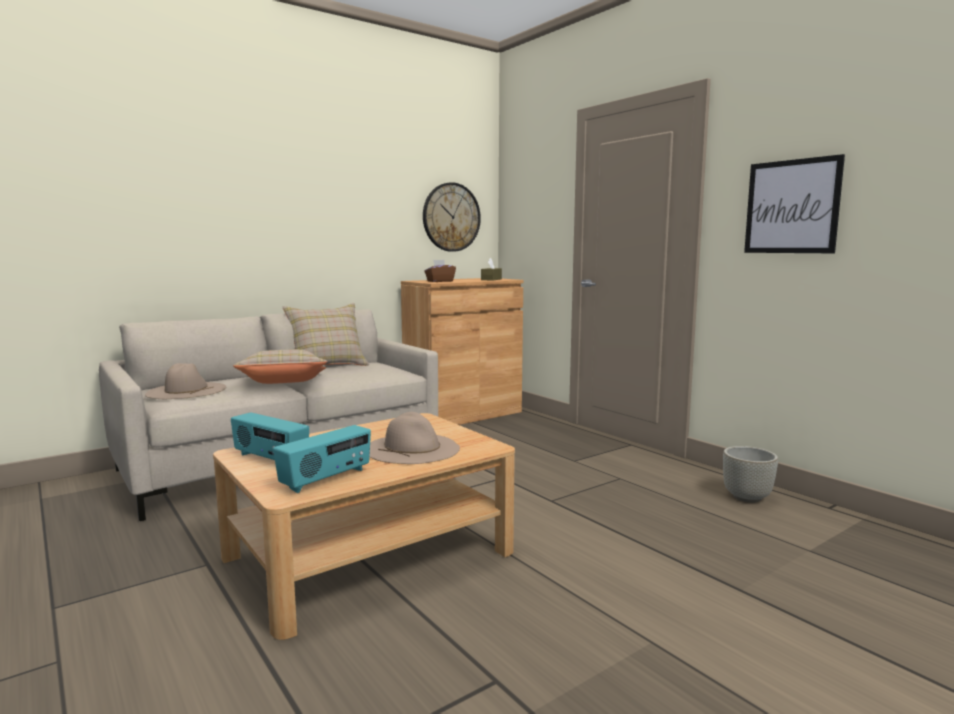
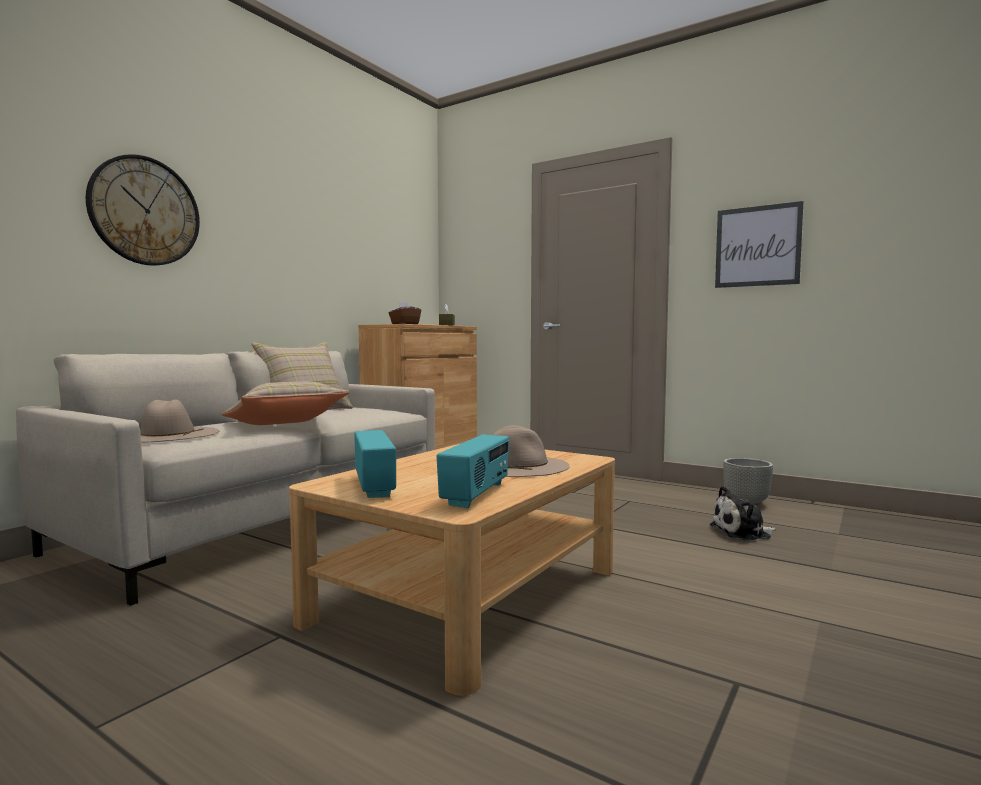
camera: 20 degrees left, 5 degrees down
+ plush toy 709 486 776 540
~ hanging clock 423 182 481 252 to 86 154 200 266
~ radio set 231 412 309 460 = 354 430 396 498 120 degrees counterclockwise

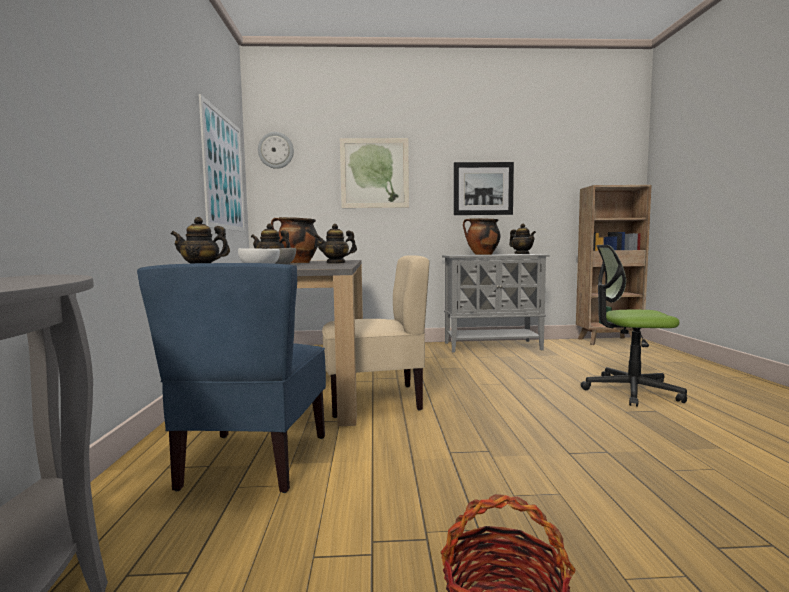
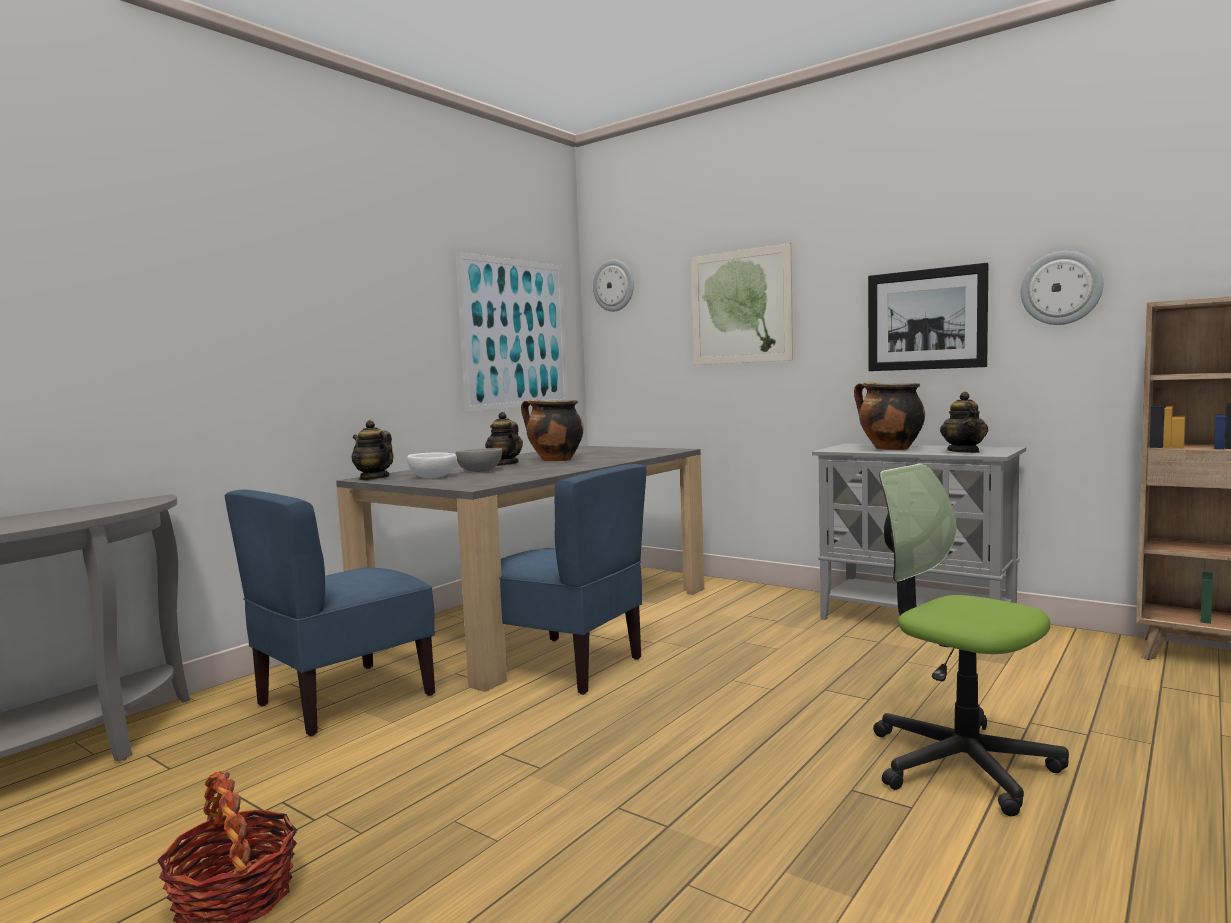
camera: 40 degrees right, 0 degrees up
- tea pot 314 224 357 264
+ hanging clock 1021 251 1103 325
~ upright chair (beige) 322 255 430 418 to upright chair (blue-coloured) 499 464 646 695

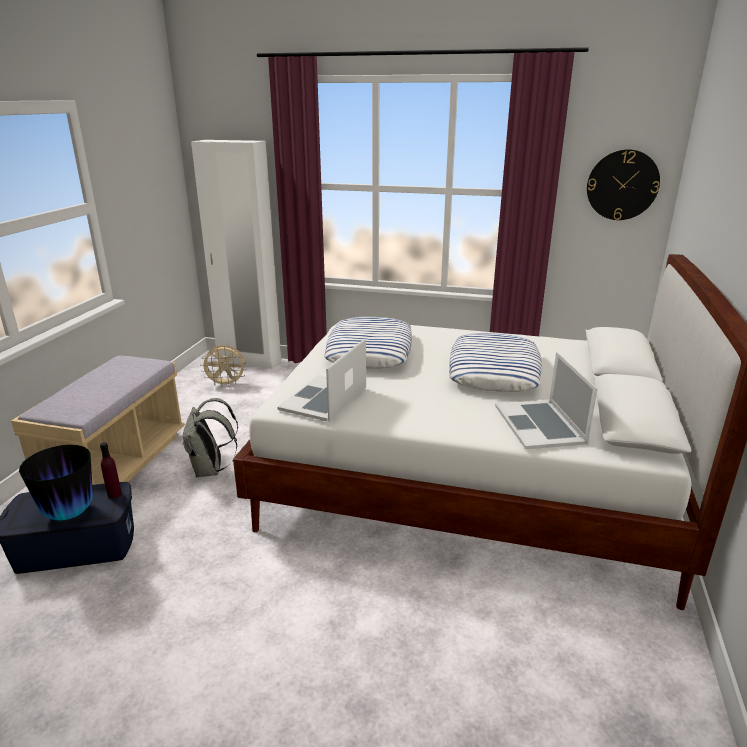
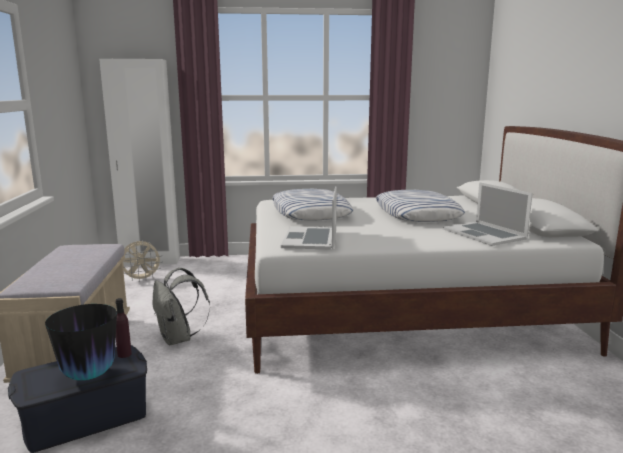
camera: 20 degrees left, 10 degrees down
- hanging clock 587 149 660 220

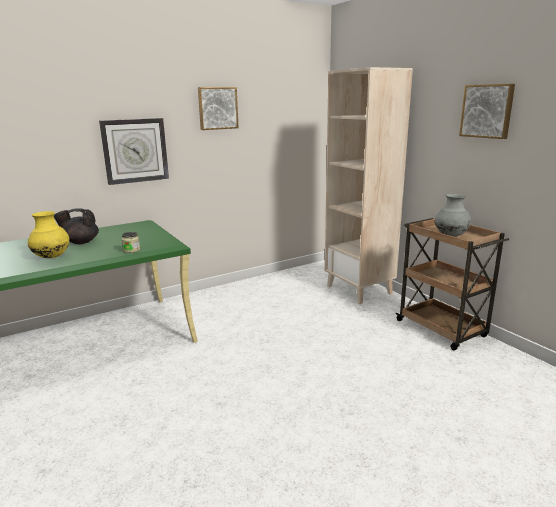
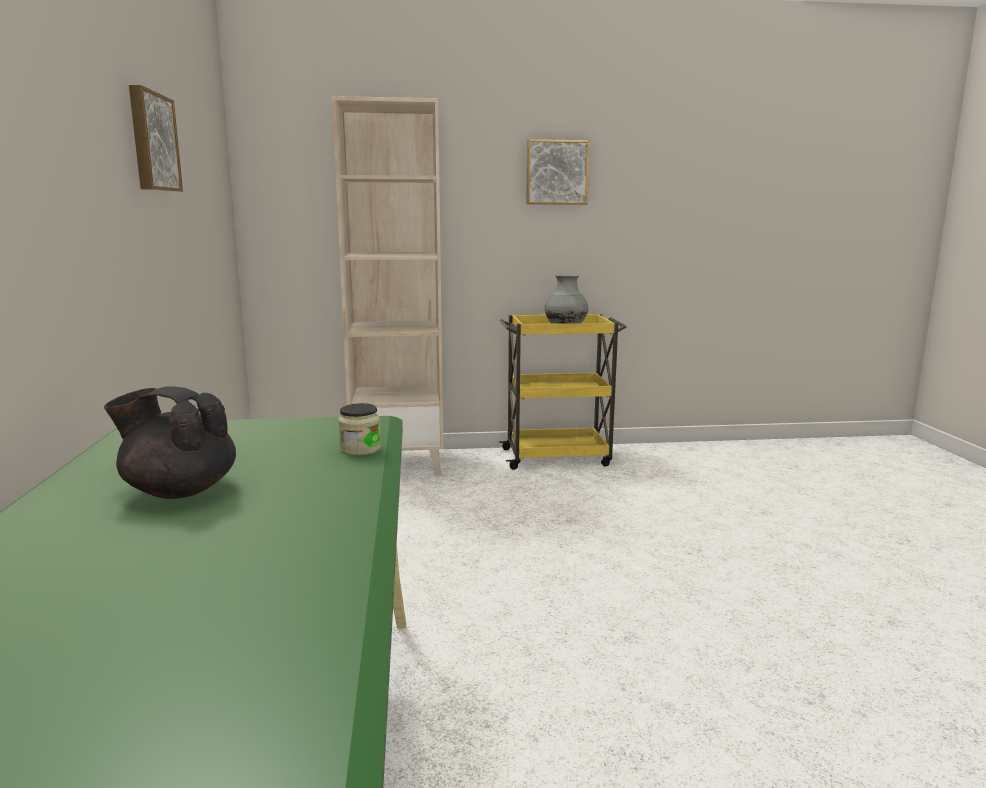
camera: 65 degrees left, 5 degrees down
- decorative vase (yellowish) 28 211 70 258
- hanging clock 99 118 169 185
~ wheeled cart (brown) 395 218 509 350 to wheeled cart (yellowish) 499 314 627 470
~ tea pot (black-coloured) 54 208 99 244 = 104 386 236 499 90 degrees clockwise

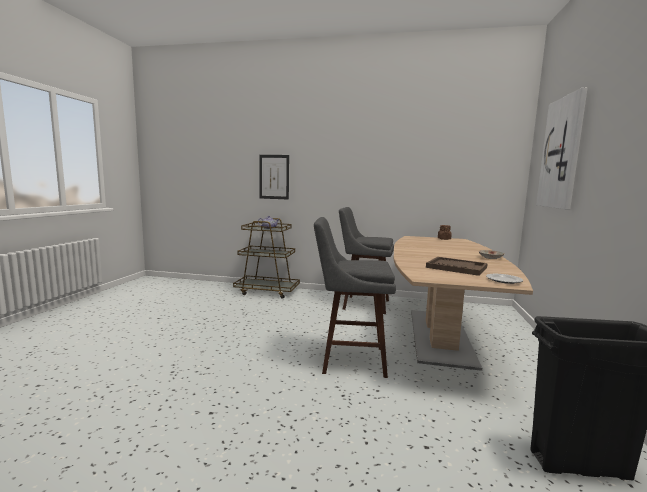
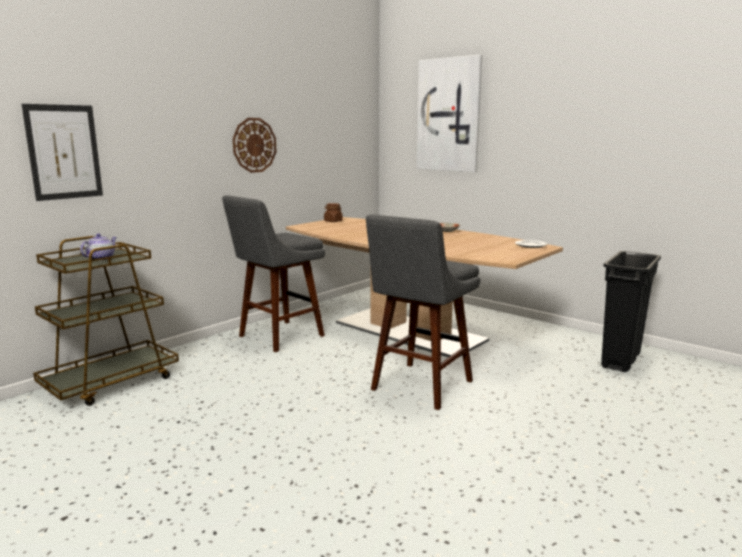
camera: 60 degrees left, 5 degrees up
- tray (brown) 426 257 488 276
+ hanging clock 233 118 277 173

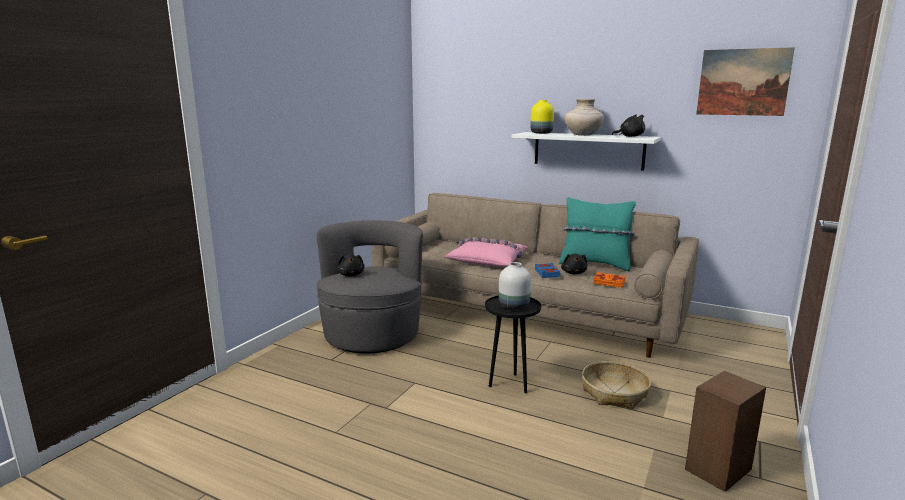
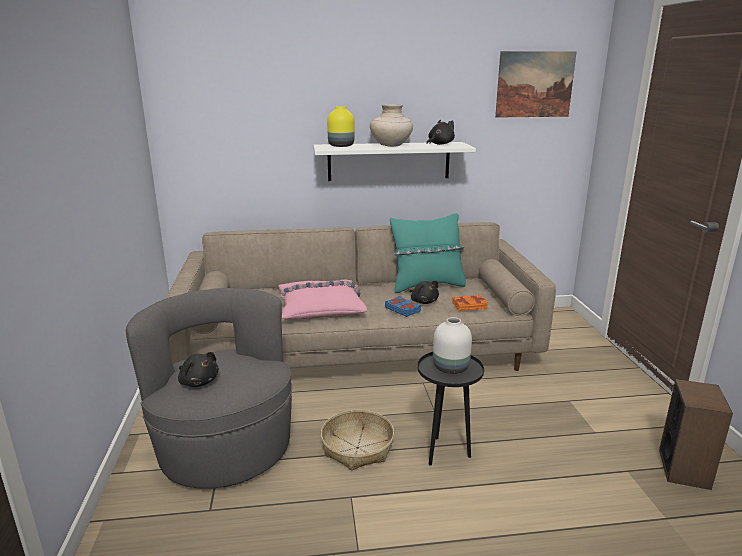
camera: 35 degrees left, 5 degrees up
~ basket 582 361 651 409 to 321 410 394 471

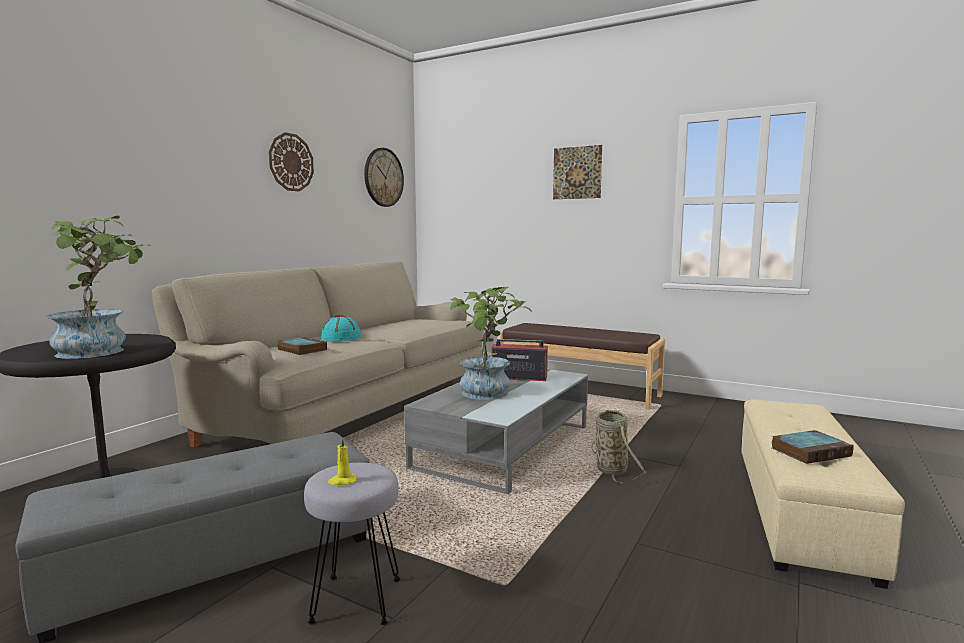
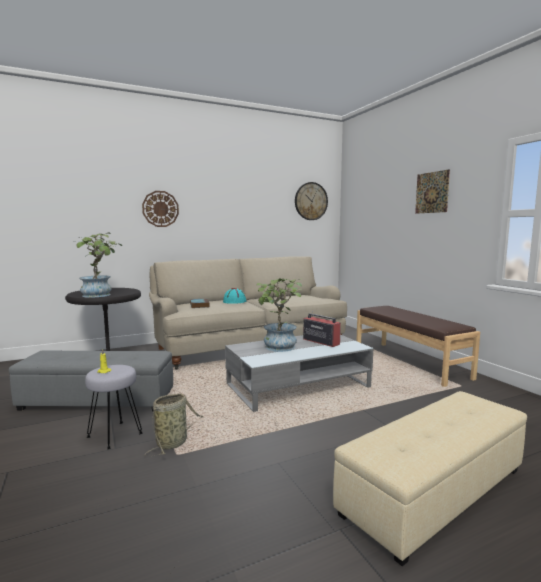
camera: 35 degrees right, 0 degrees up
- bound book 772 430 854 464
~ hanging clock 269 132 314 191 to 142 191 179 227
~ basket 591 410 646 483 to 145 393 204 456

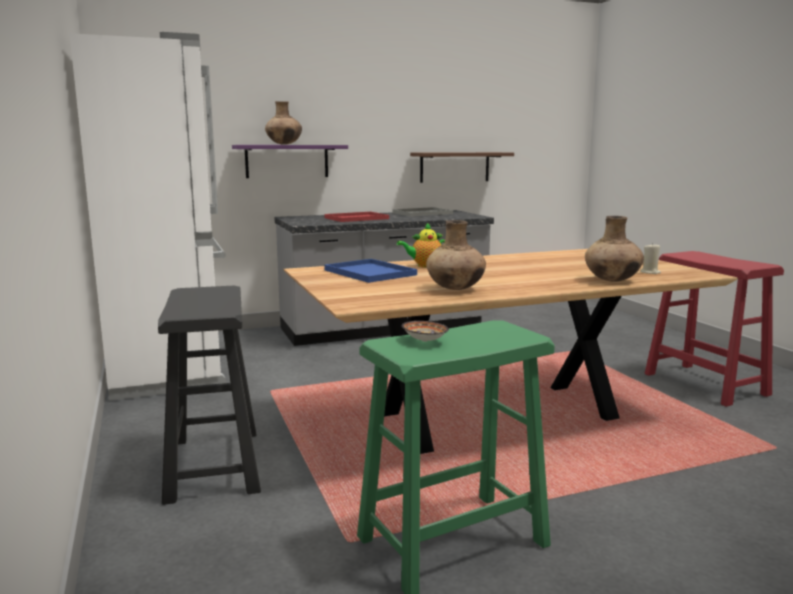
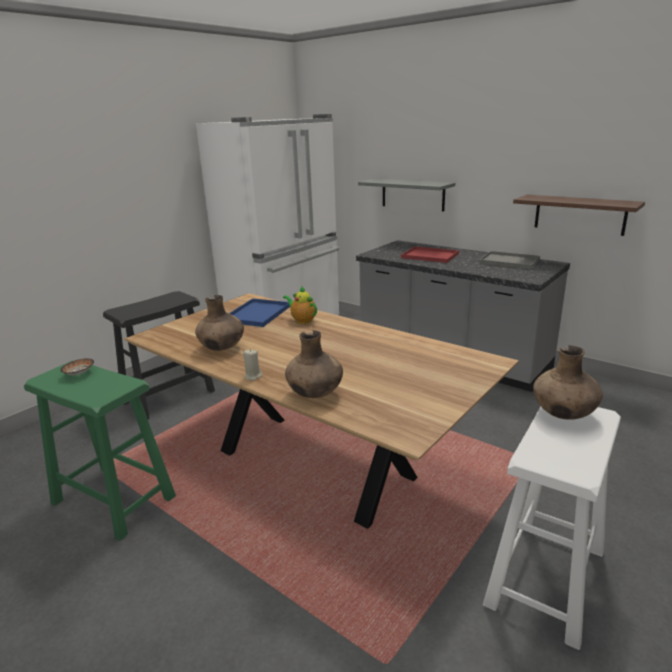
camera: 60 degrees right, 10 degrees up
~ decorative vase (brown) 265 101 302 145 to 533 345 603 420
~ candle (beige) 640 243 661 274 to 243 349 262 381
~ bracket shelf (purple-coloured) 232 145 348 178 to bracket shelf (gray) 358 179 455 211
~ sitting stool (reddish) 645 251 784 407 to sitting stool (whitish) 483 406 621 650

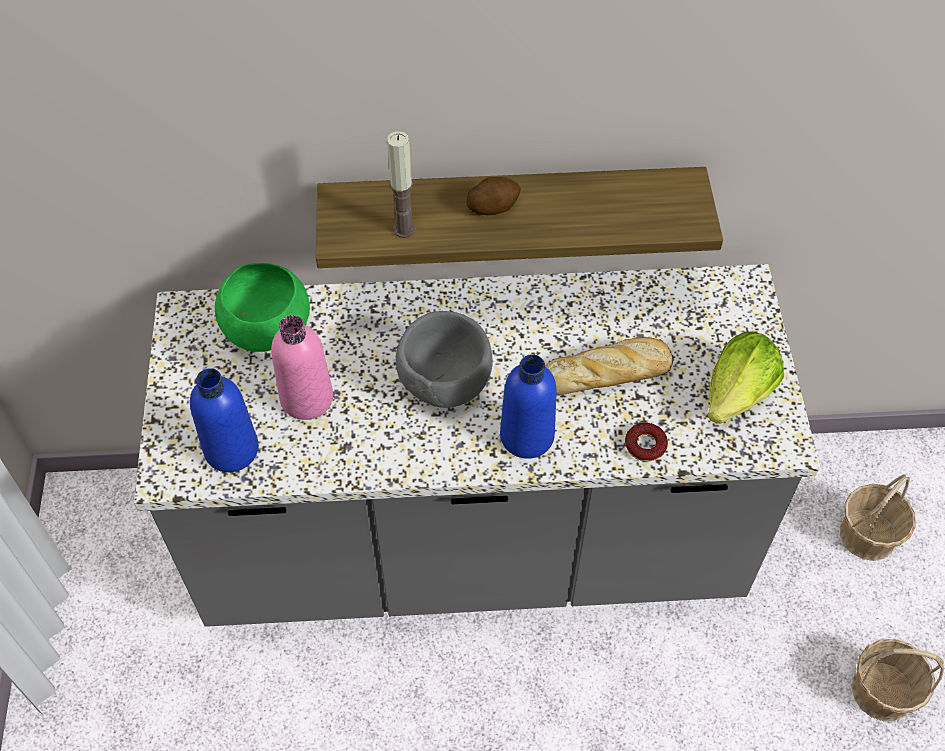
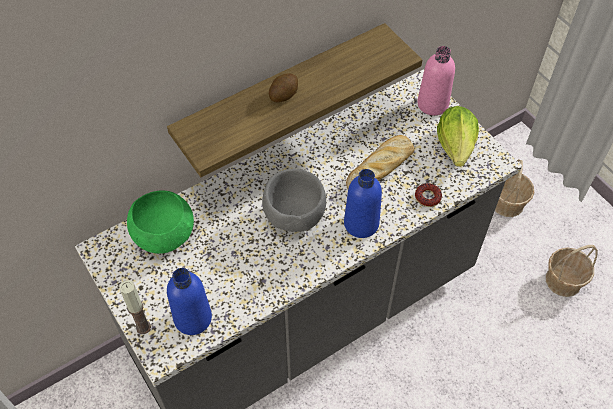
camera: 30 degrees left, 0 degrees up
~ beverage bottle (pink-coloured) 271 315 333 420 to 417 46 455 115
~ candle 387 131 415 238 to 119 280 151 334

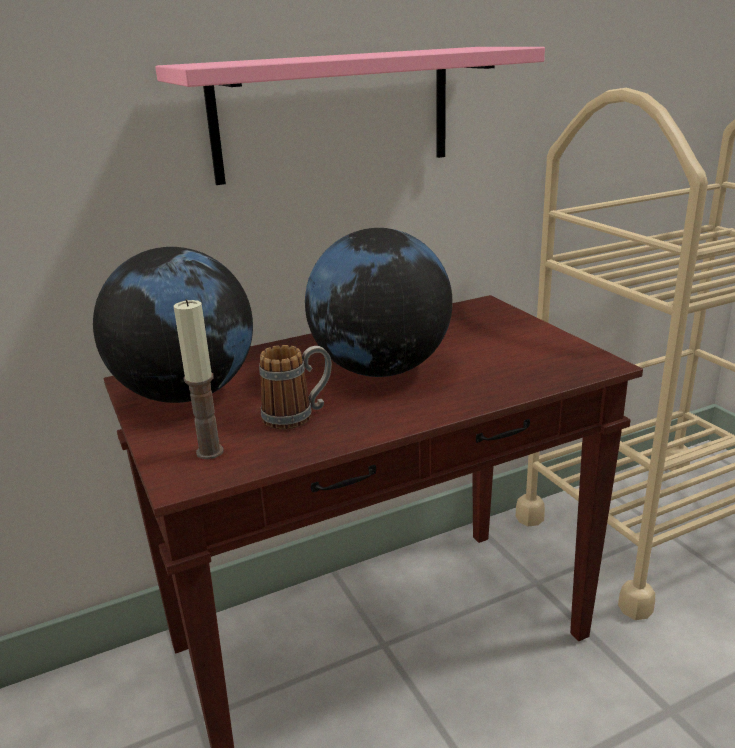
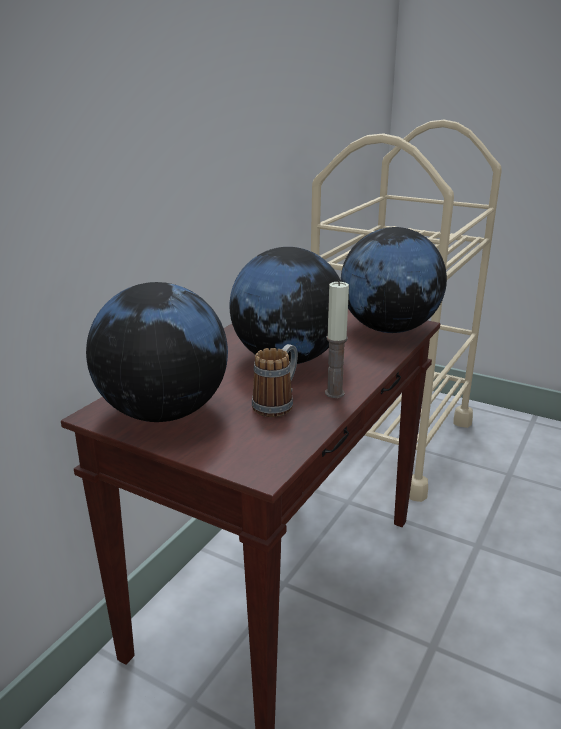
camera: 35 degrees left, 0 degrees up
- bracket shelf (pink-coloured) 155 47 545 185
+ globe 341 227 447 333
~ candle 174 299 224 459 to 325 281 349 398

